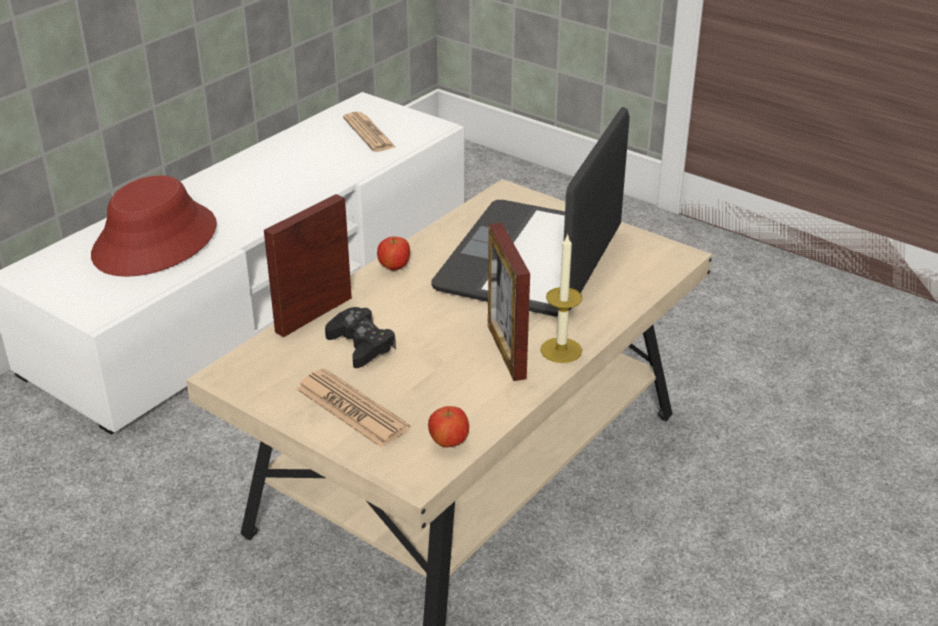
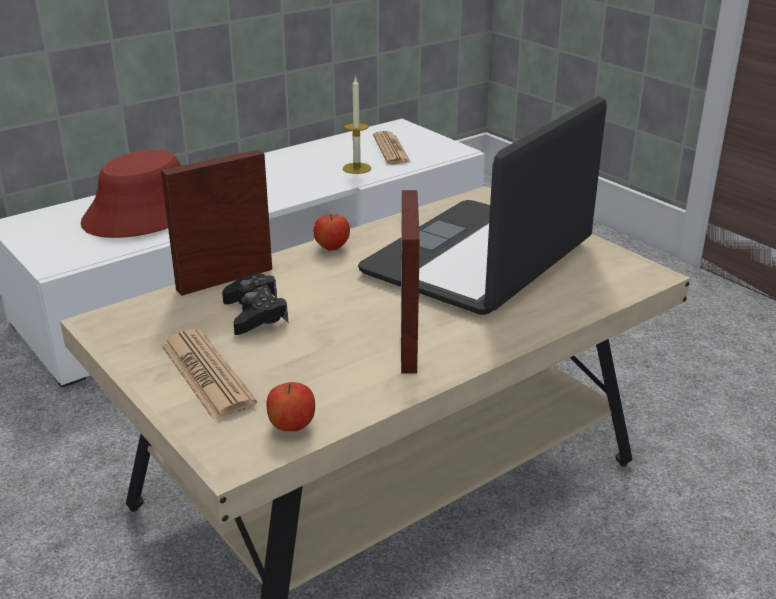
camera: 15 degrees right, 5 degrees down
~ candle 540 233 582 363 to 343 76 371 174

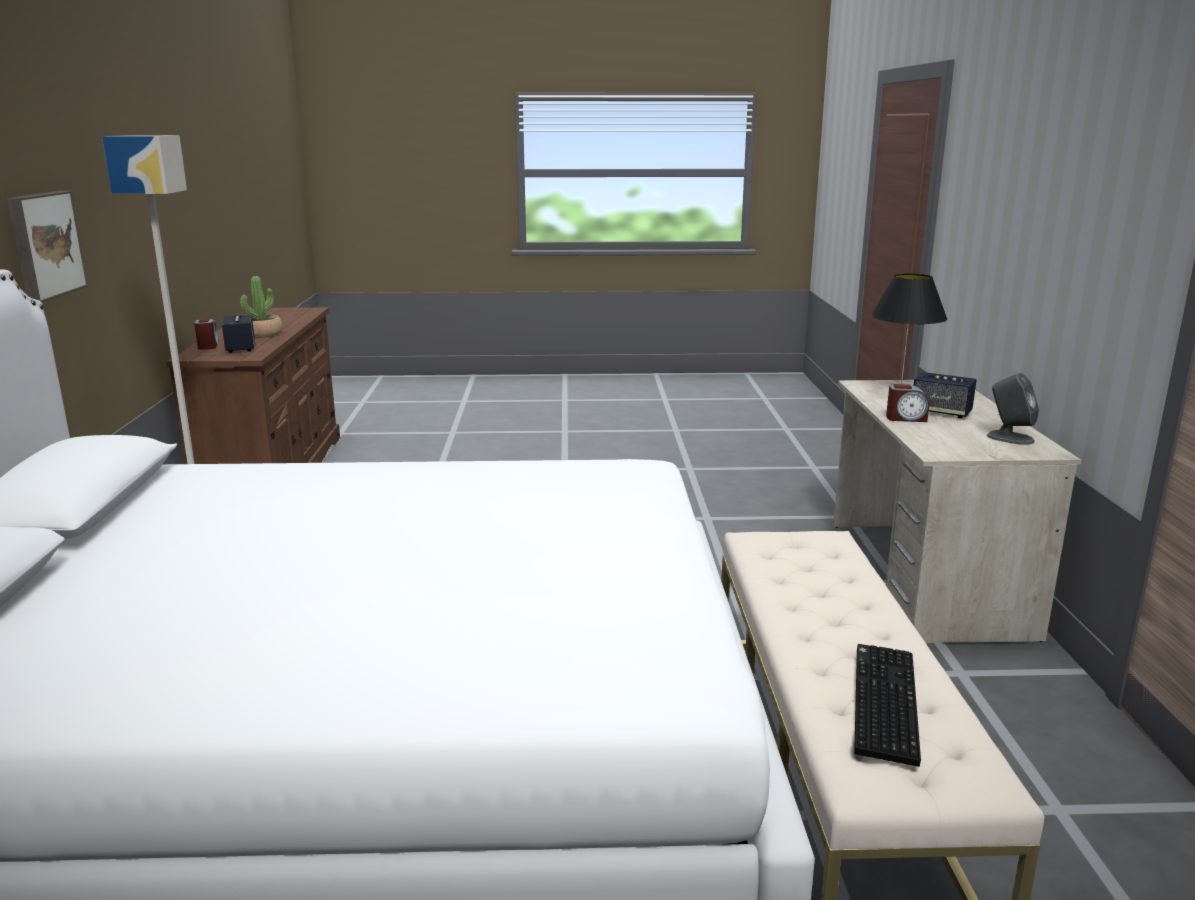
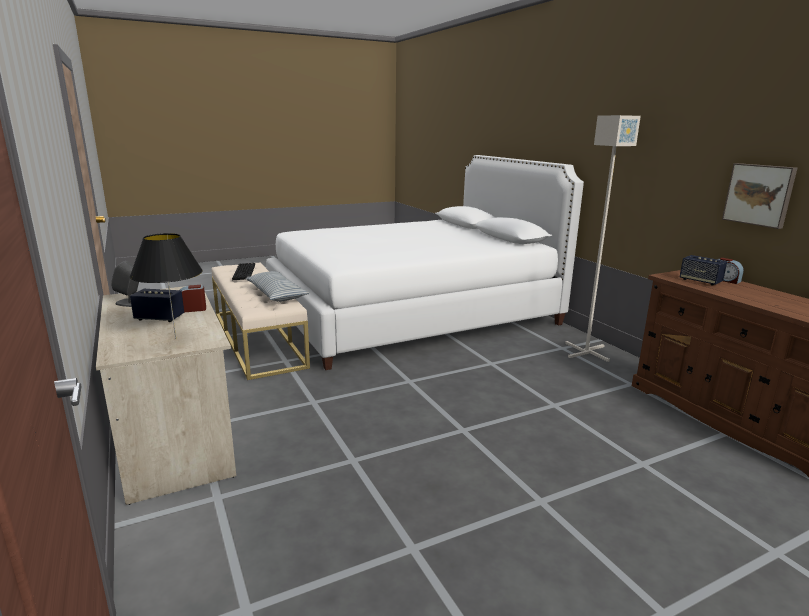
camera: 155 degrees right, 0 degrees up
- plant in a pot 240 276 282 338
+ throw pillow 246 271 310 302
~ wall art 7 191 88 302 to 722 163 797 229

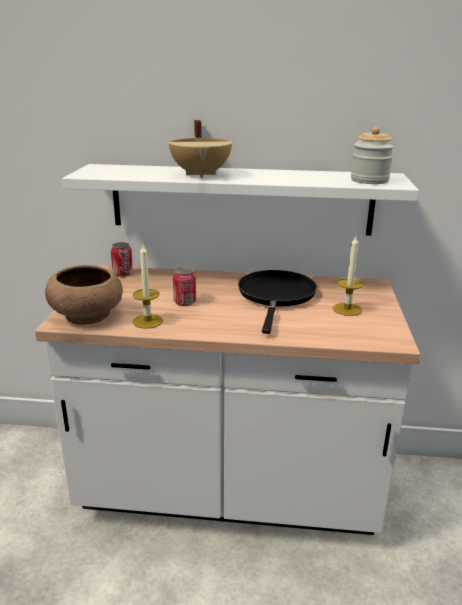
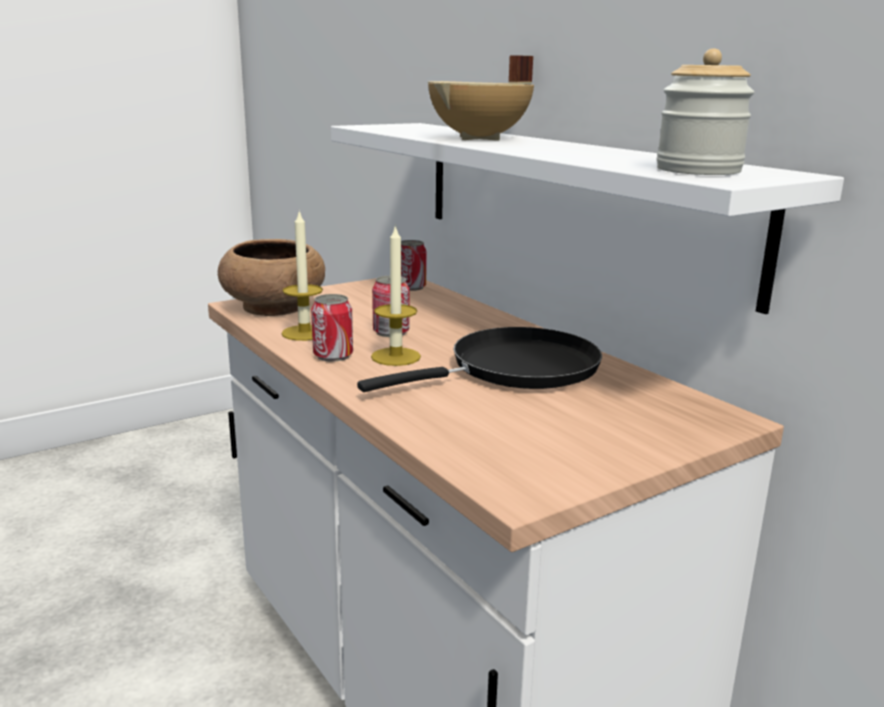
camera: 50 degrees right, 5 degrees down
+ sealed can 311 294 353 362
~ candle 333 236 363 316 to 371 224 421 366

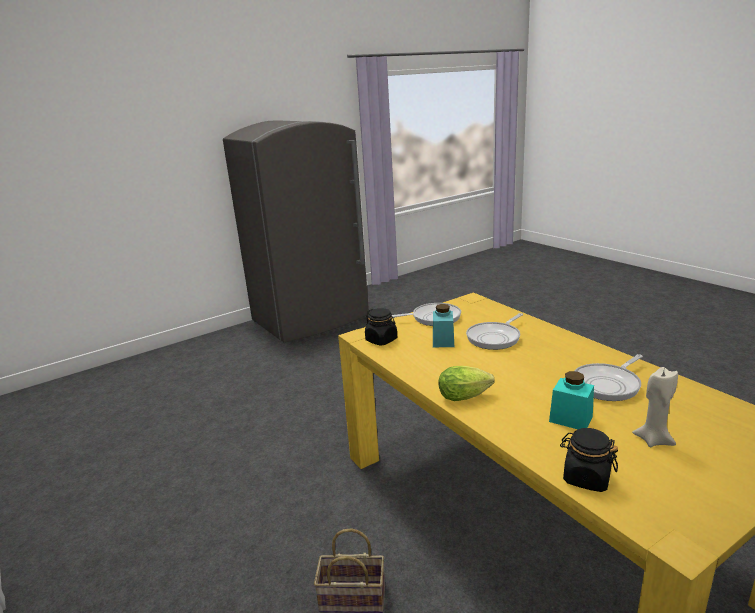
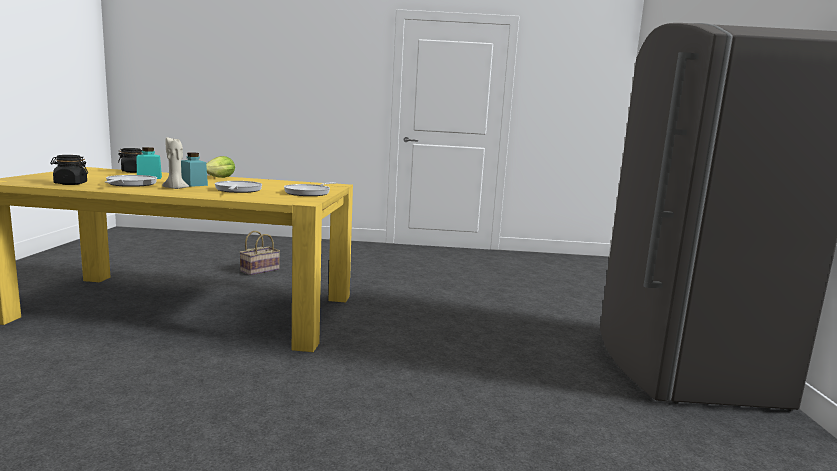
camera: 125 degrees right, 10 degrees down
~ storage jar (black-coloured) 365 308 397 346 to 50 155 88 185
~ storage jar (turquoise) 433 304 454 347 to 181 152 208 187
~ candle (beige) 632 367 678 447 to 162 137 189 189

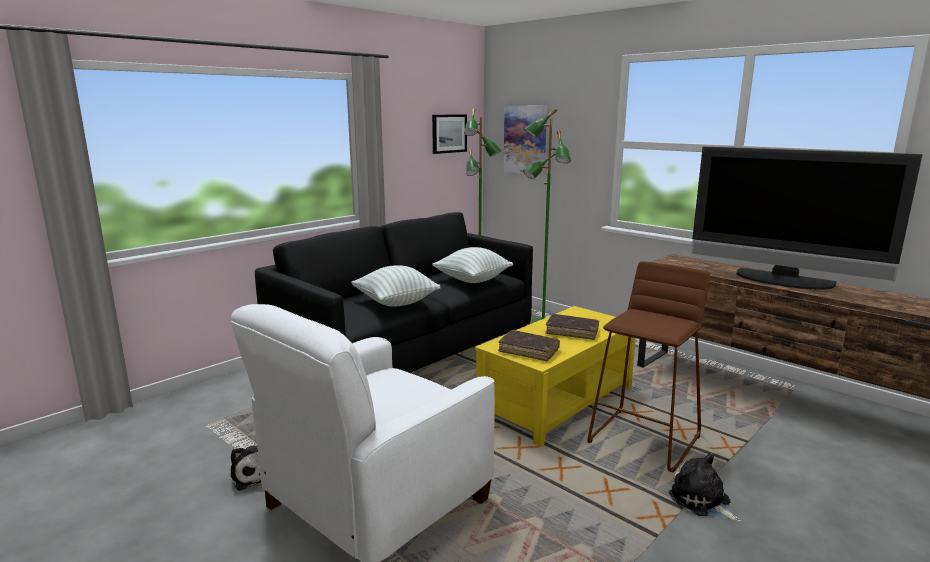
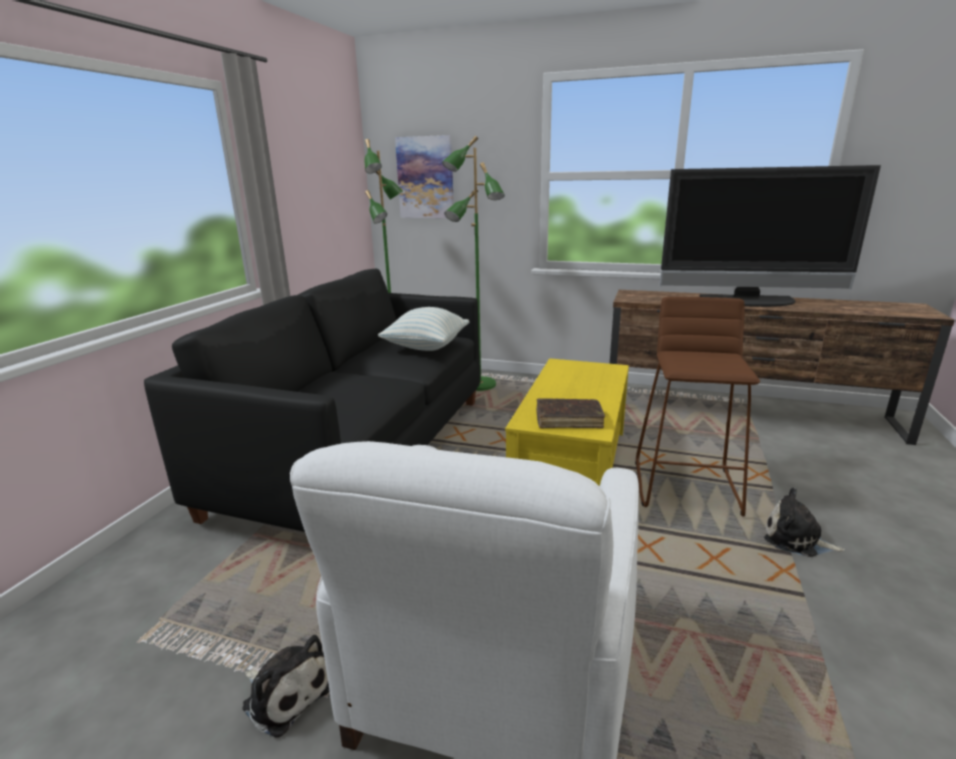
camera: 25 degrees left, 5 degrees up
- throw pillow 351 265 441 307
- wall art 432 114 467 154
- bound book (brown) 545 314 599 340

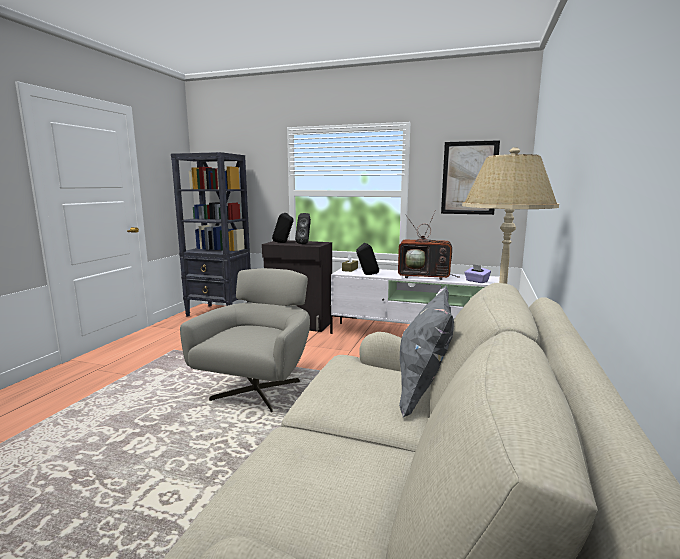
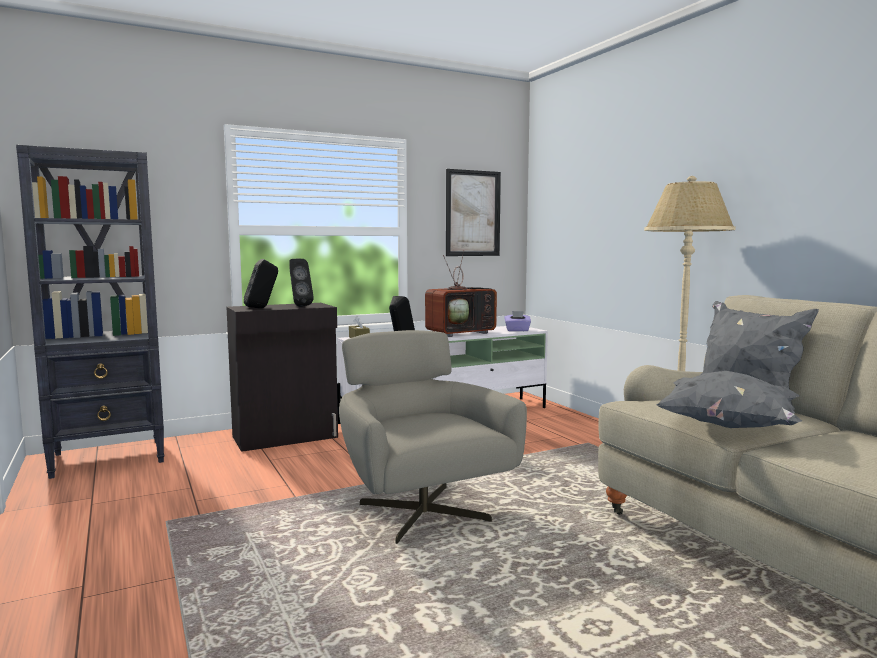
camera: 45 degrees left, 5 degrees down
+ throw pillow (gray) 656 371 803 428

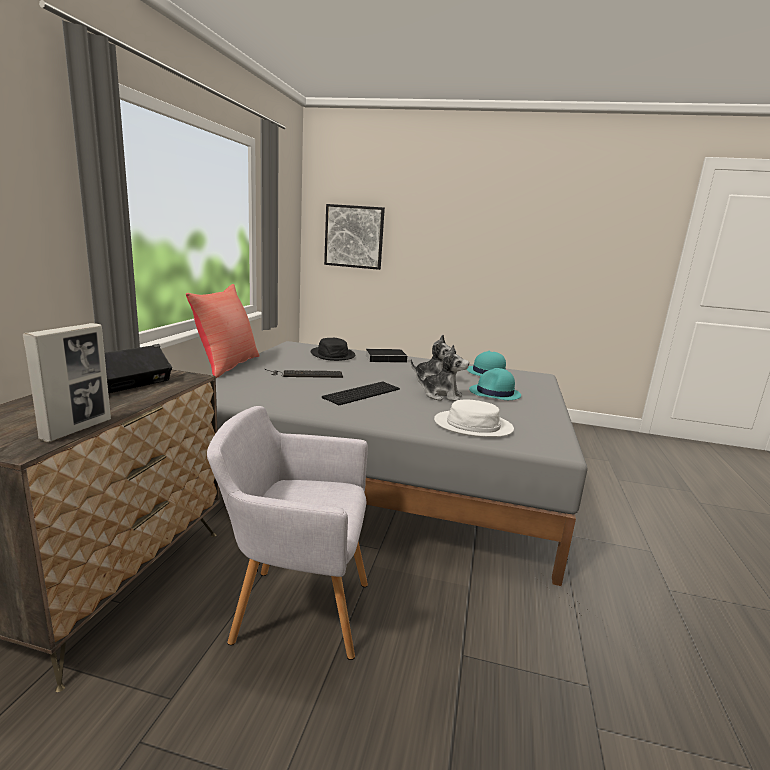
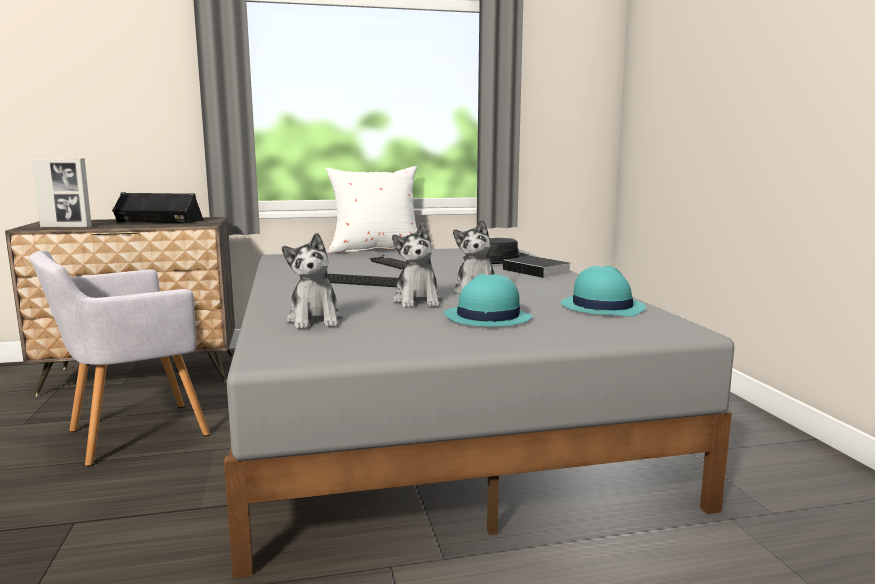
camera: 65 degrees right, 5 degrees down
- wall art 324 204 385 270
~ clothing hat (whitish) 434 400 514 437 to plush toy 282 233 343 329
~ throw pillow (reddish) 186 284 260 378 to throw pillow (whitish) 326 166 417 253
~ armchair (gray) 207 406 368 660 = 30 250 210 466 105 degrees counterclockwise

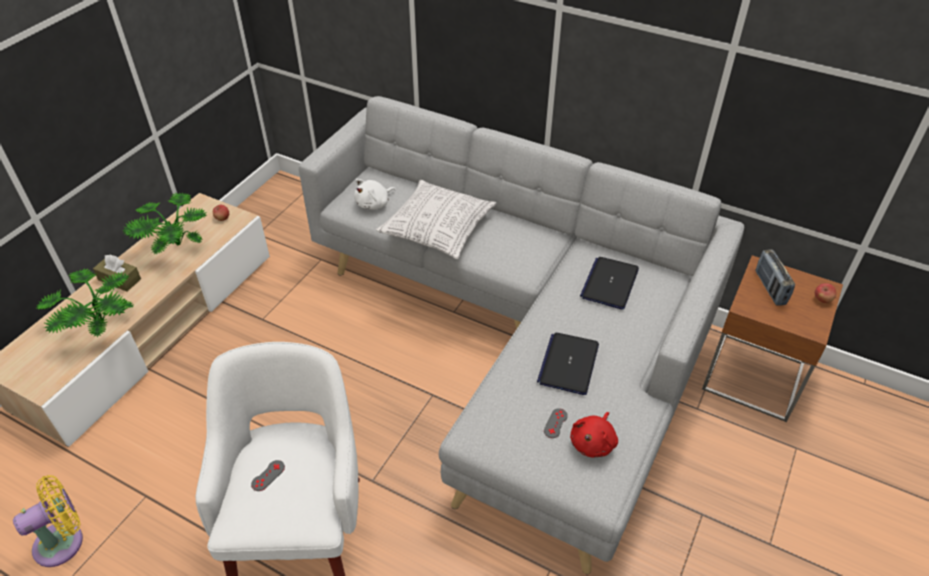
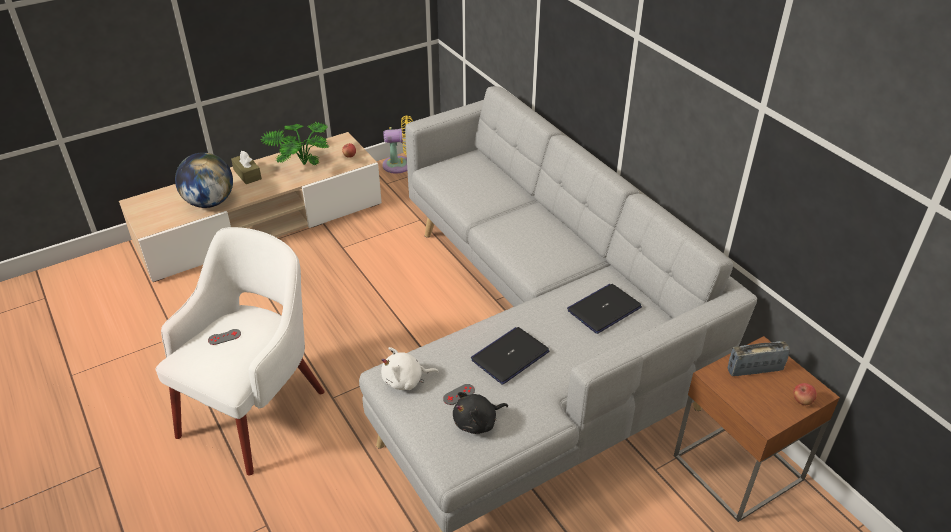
camera: 30 degrees right, 5 degrees down
- throw pillow 376 180 497 259
~ electric fan (yellowish) 13 475 83 567 to 382 115 413 174
~ plush toy (whitish) 354 179 396 209 to 381 347 439 390
~ plant in a pot 36 268 133 338 to globe 175 152 233 208
~ plush toy (reddish) 570 412 618 458 to plush toy (black-coloured) 453 392 508 434
~ radio set 755 249 795 306 = 728 341 790 376 60 degrees clockwise

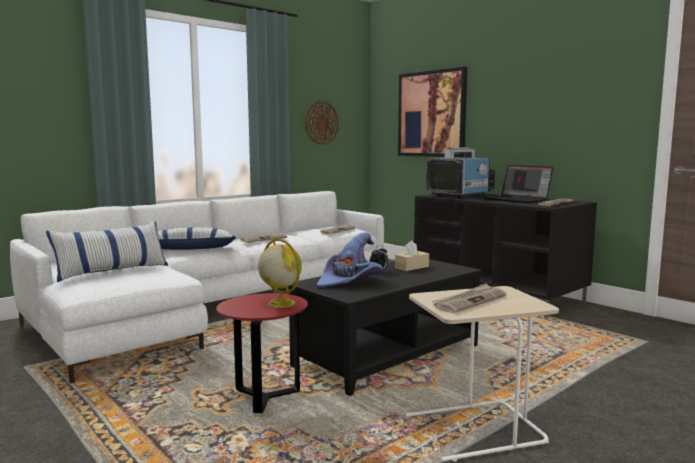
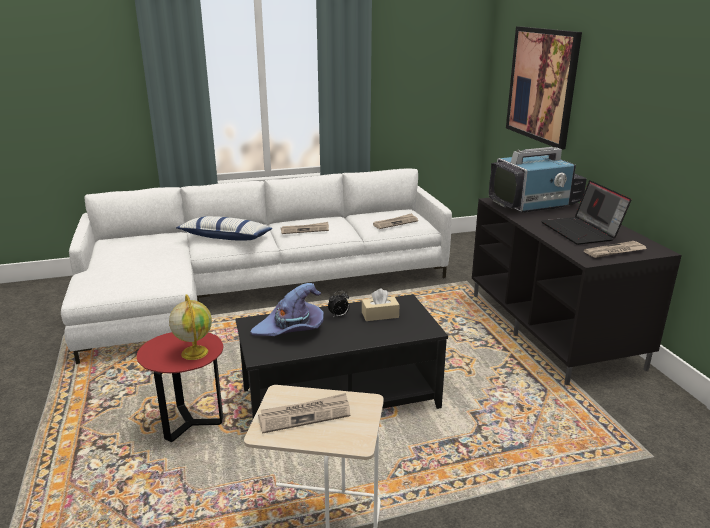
camera: 25 degrees right, 15 degrees up
- throw pillow 46 221 168 282
- hanging clock 305 101 338 144

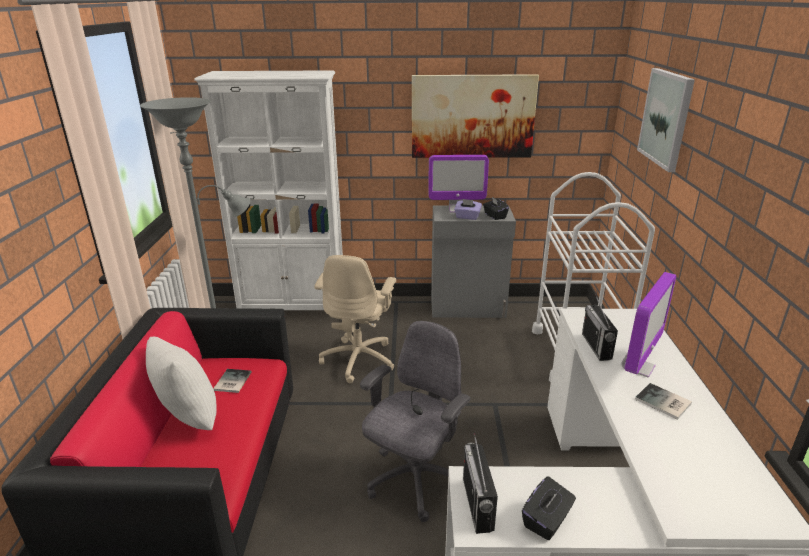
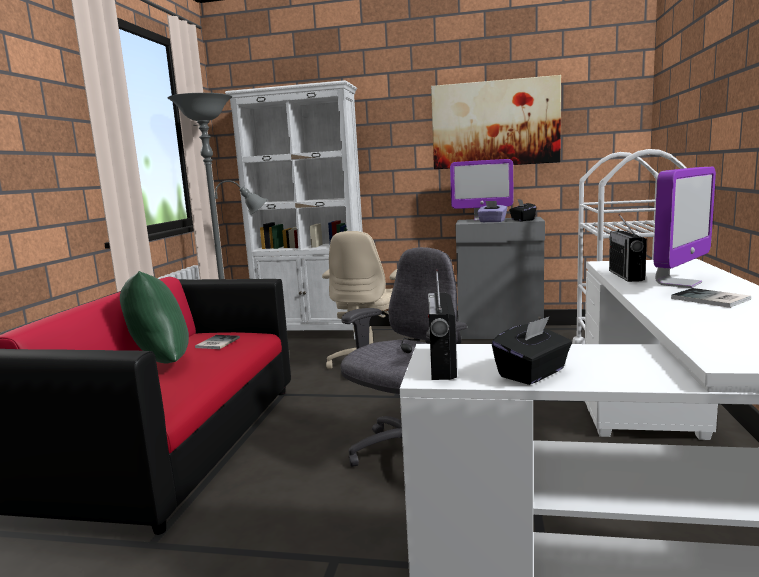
camera: 10 degrees right, 15 degrees down
- wall art 637 68 695 172
~ throw pillow (whitish) 146 337 217 430 to throw pillow (green) 120 271 189 364

